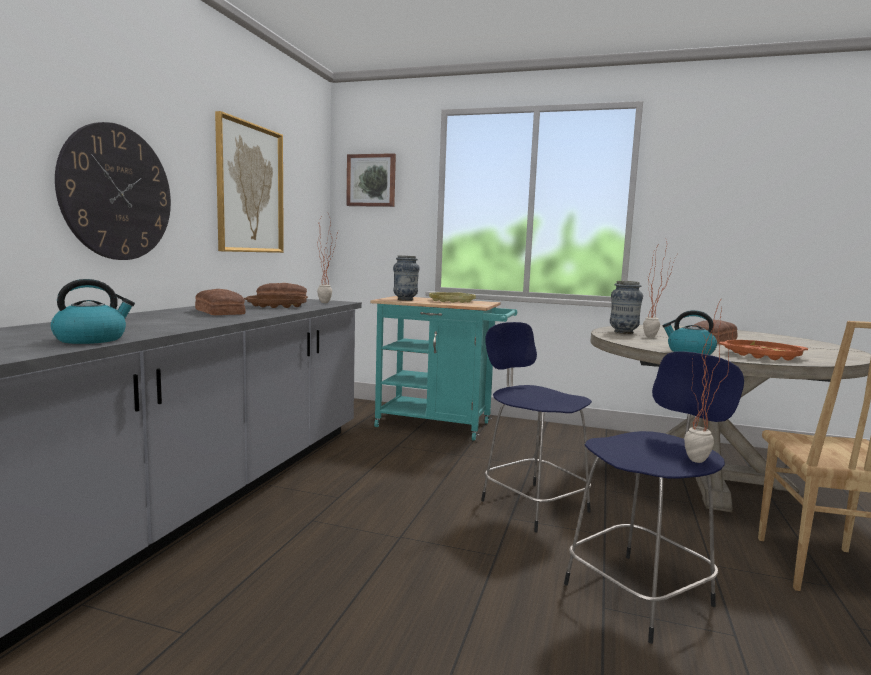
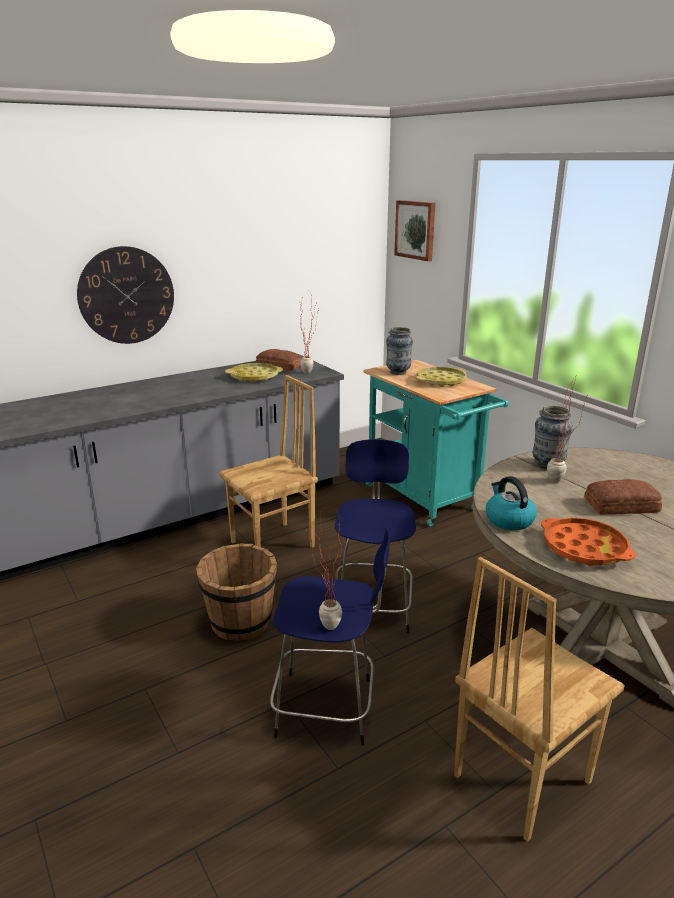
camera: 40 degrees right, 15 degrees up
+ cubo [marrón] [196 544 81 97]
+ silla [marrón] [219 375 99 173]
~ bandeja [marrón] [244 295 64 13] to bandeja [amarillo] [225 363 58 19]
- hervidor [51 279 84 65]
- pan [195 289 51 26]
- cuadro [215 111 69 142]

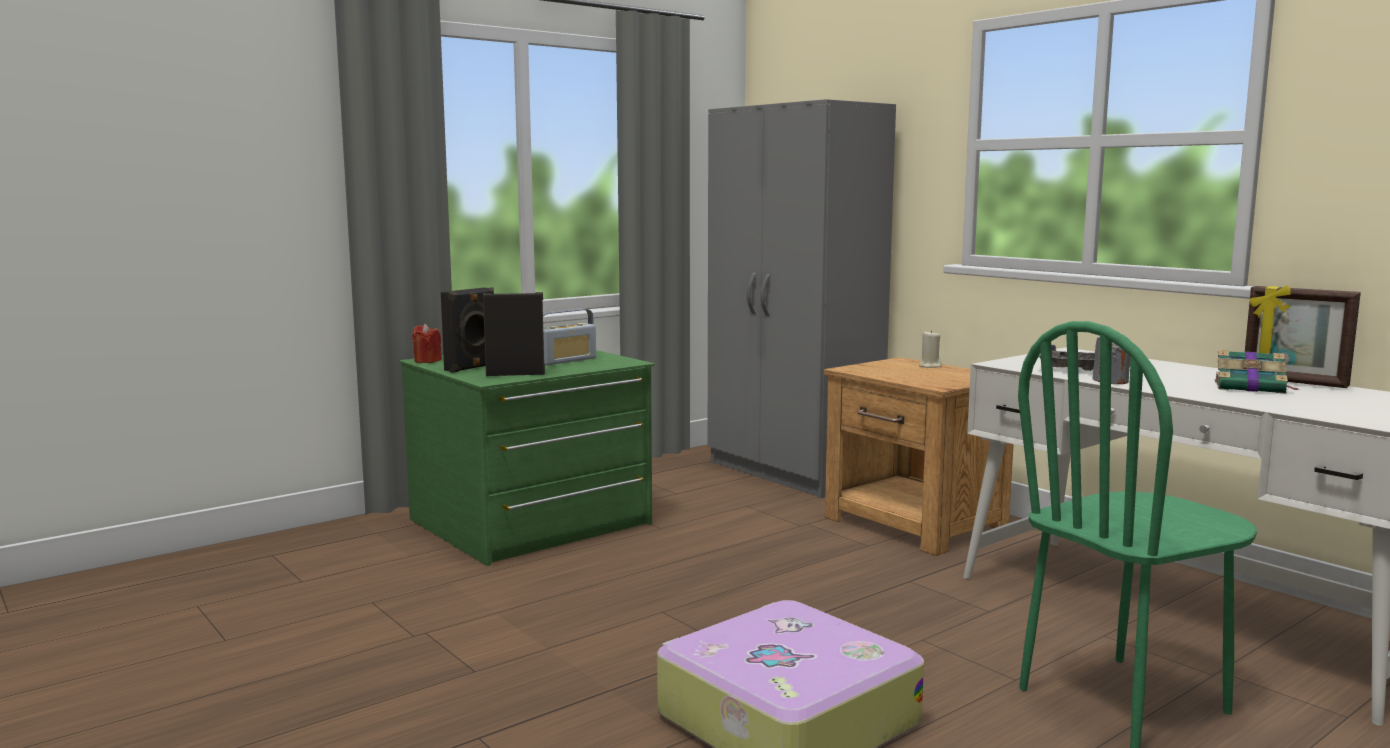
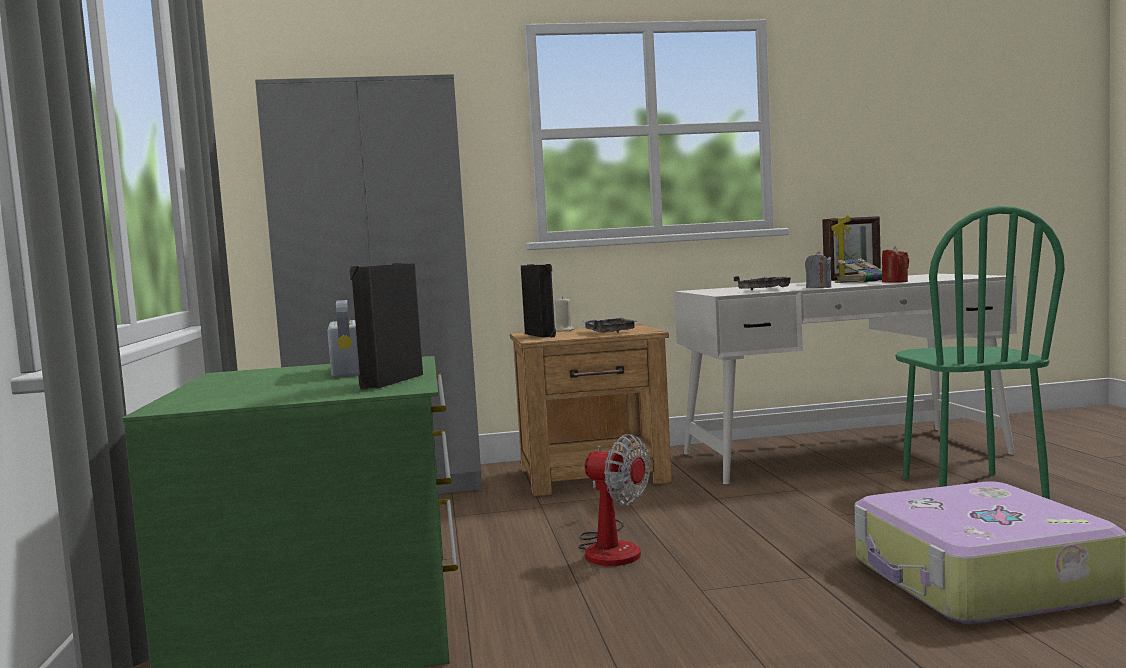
camera: 60 degrees left, 5 degrees down
~ altavoz [negro] [441 287 53 86] to [521 264 35 74]
+ ventilador [578 434 72 132]
+ bandeja [gris] [583 318 55 15]
~ vela [rojo] [412 324 30 39] to [882 247 27 36]

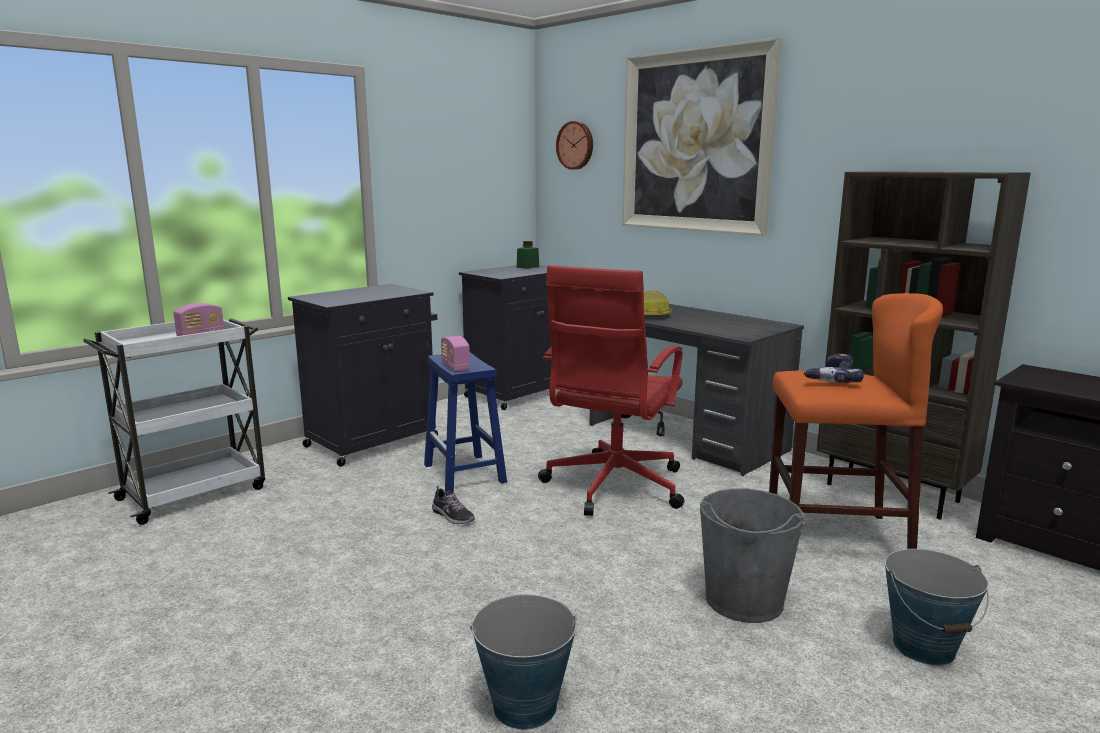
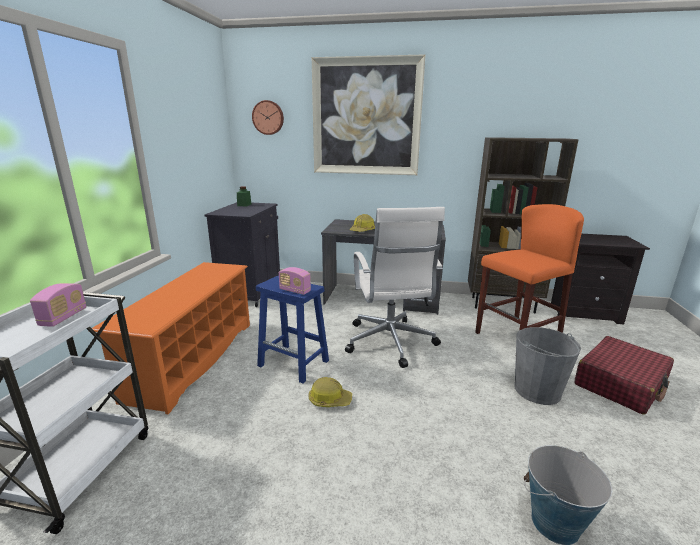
camera: 35 degrees left, 5 degrees up
~ armario [negro] [288 284 150 183] to zapatero [naranja] [92 262 158 152]
~ zapato [432 486 43 38] to casco [308 377 44 30]
~ silla de oficina [rojo] [538 265 146 251] to silla de oficina [blanco] [345 207 100 161]
~ cubo [885 549 104 117] to maleta [rojo] [574 336 100 79]
- taladro [804 354 60 29]

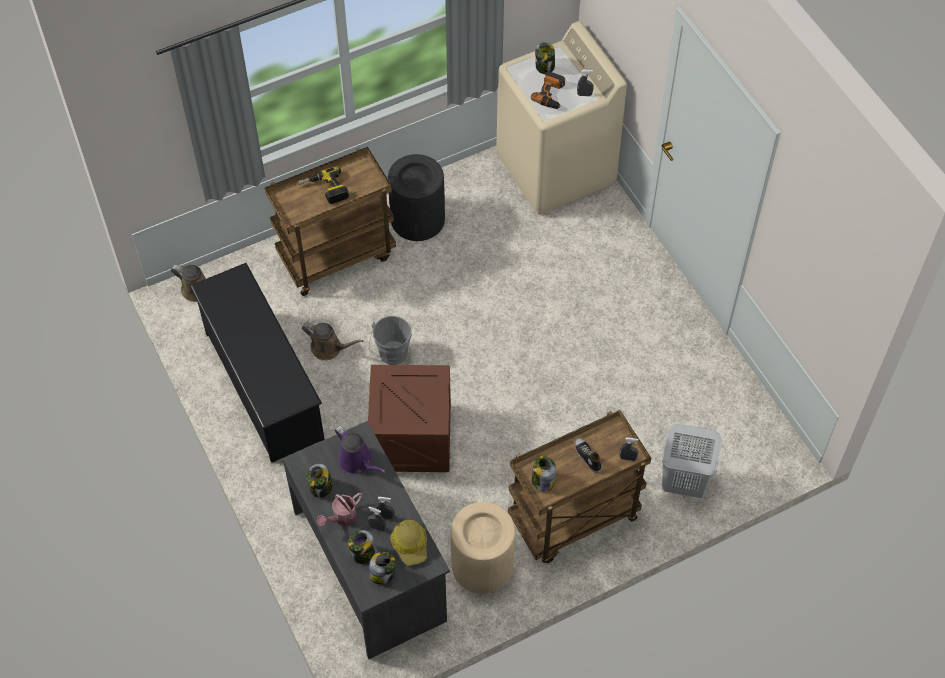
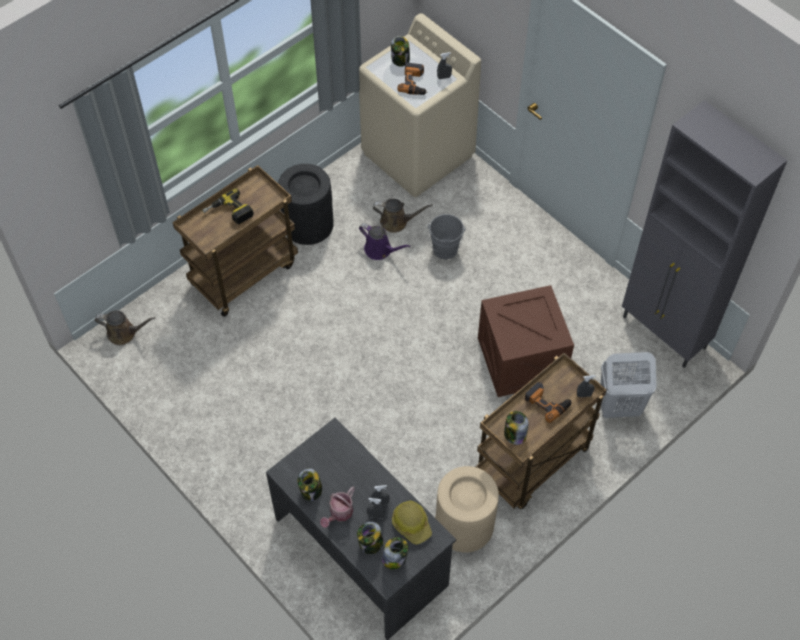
camera: 15 degrees left, 0 degrees up
~ regadera [morado] [335 426 50 49] to [359 223 52 37]
~ regadera [marrón] [302 323 61 37] to [373 199 60 34]
~ cubo [gris] [369 316 43 49] to [428 214 37 46]
~ caja de embalaje [368 365 83 107] to [478 285 96 112]
~ zapato [575 438 26 35] to taladro [525 382 47 41]
+ armario [gris] [622 100 166 268]
- zapatero [negro] [190 263 135 200]

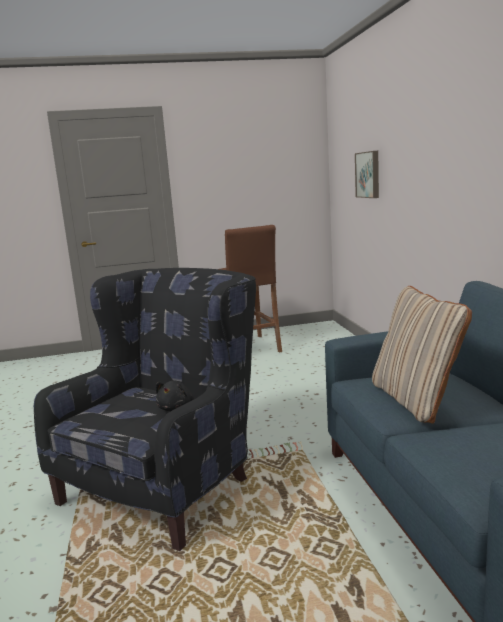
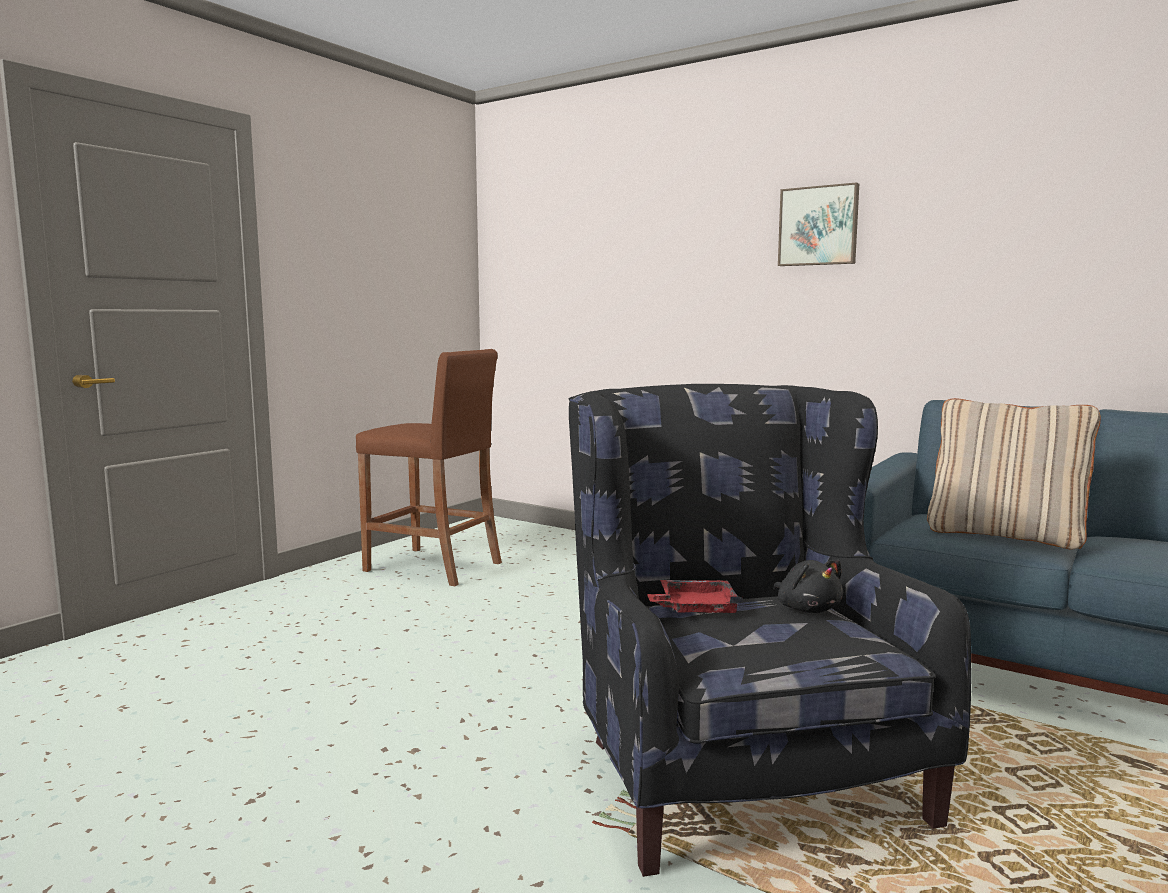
camera: 45 degrees left, 5 degrees down
+ bandeja [rojo] [647 580 96 33]
~ cuadro [355 151 24 47] to [778 182 81 84]

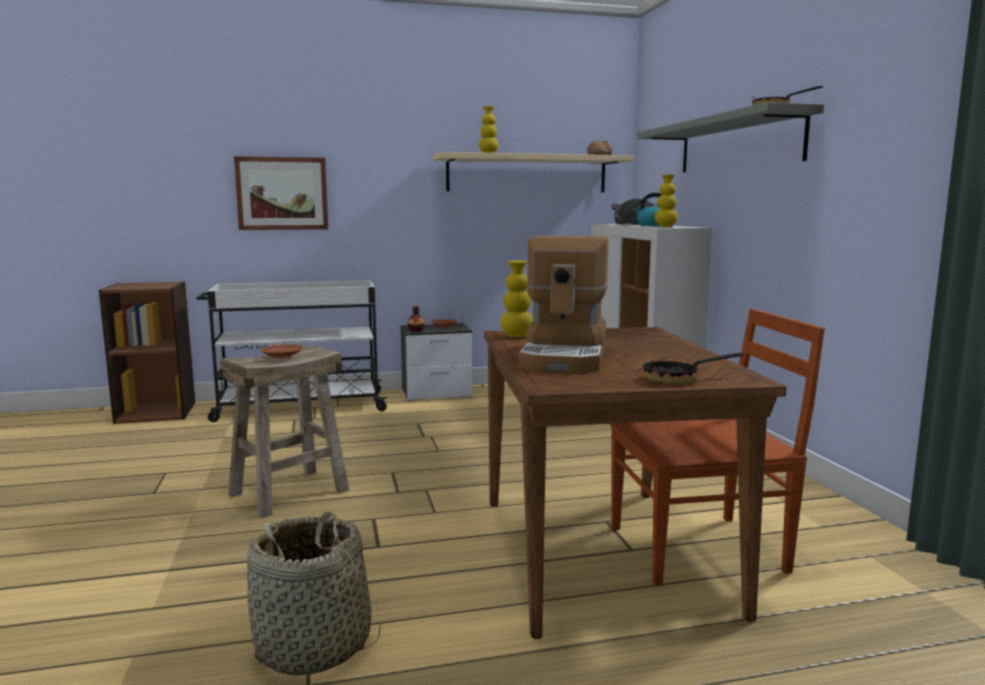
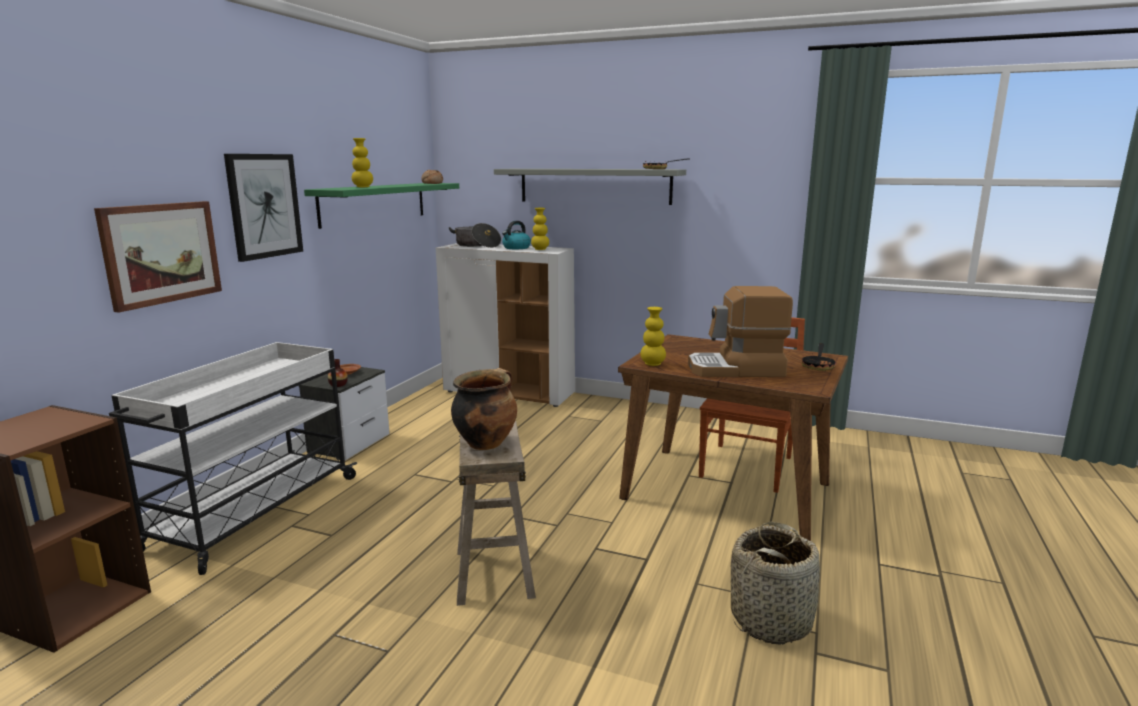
camera: 55 degrees left, 5 degrees up
+ cuadro [224 154 79 108]
~ estante [beis] [433 152 201 40] to estante [verde] [304 183 155 46]
~ plato [marrón] [261 344 42 14] to olla [451 368 66 82]
~ cafetera [519 236 90 137] = [688 286 105 91] 135 degrees clockwise

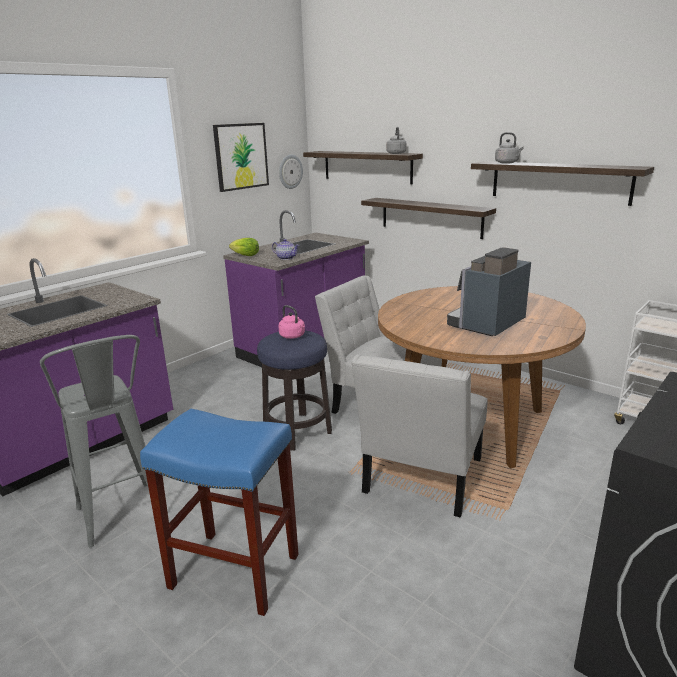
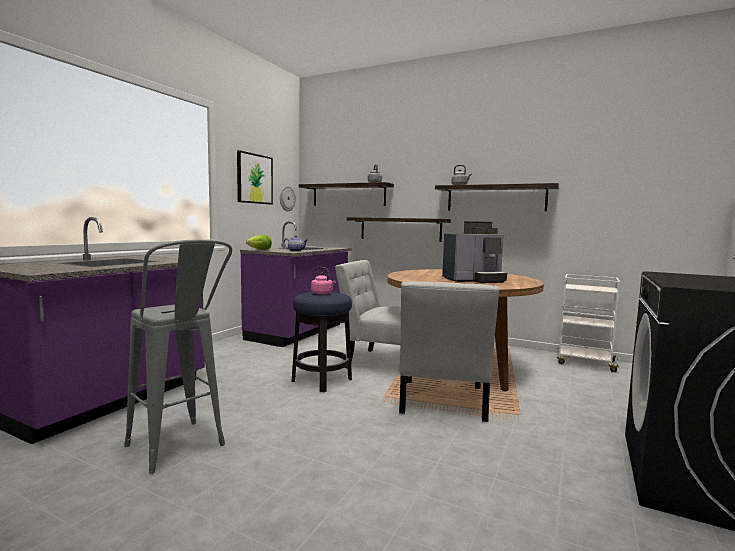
camera: 15 degrees left, 15 degrees down
~ cafetera [447 247 84 89] = [442 221 65 62] 135 degrees counterclockwise
- taburete [azul] [140 409 159 207]

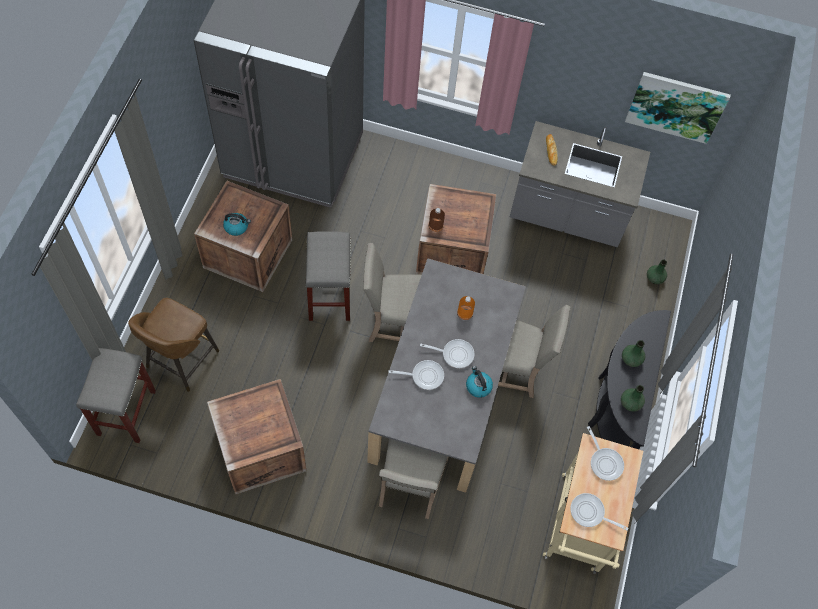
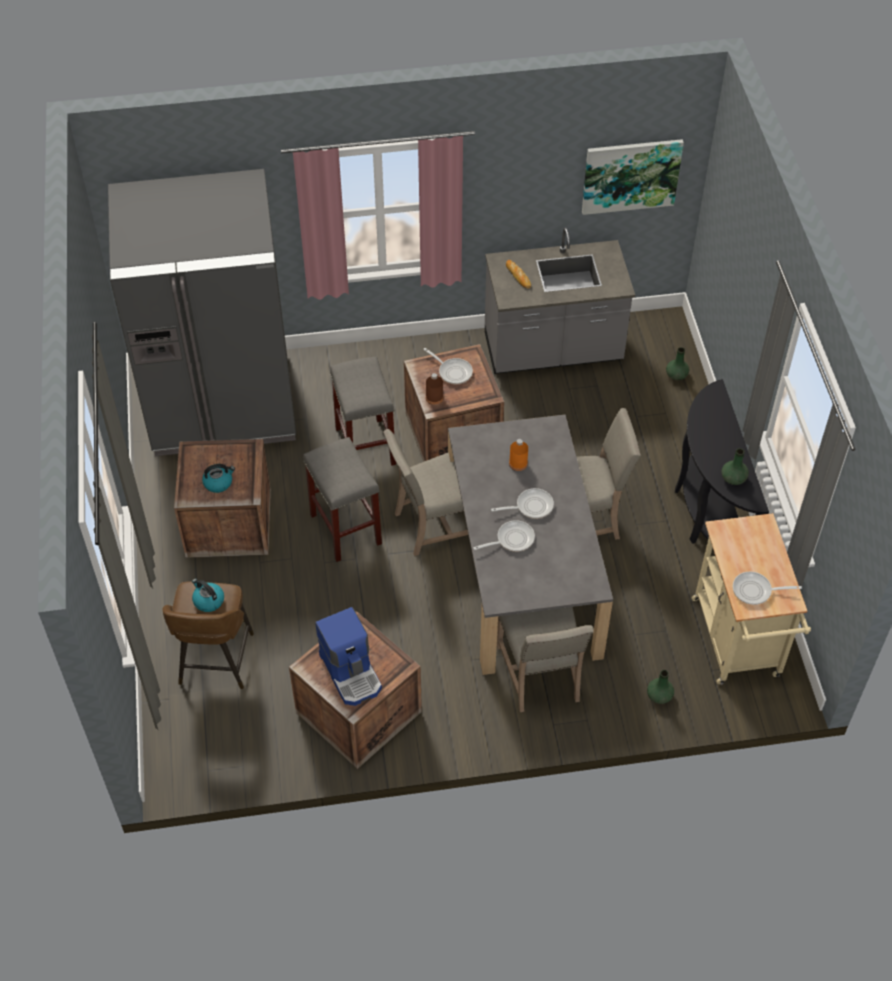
camera: 20 degrees left, 10 degrees down
~ hervidor [466 366 27 32] to [192 579 32 33]
+ cafetera [315 607 67 99]
~ taburete [gris] [76 348 80 95] to [330 356 66 110]
~ sartén [587 426 37 55] to [423 348 50 36]
~ florero [verde] [622 340 23 27] to [647 670 27 34]

